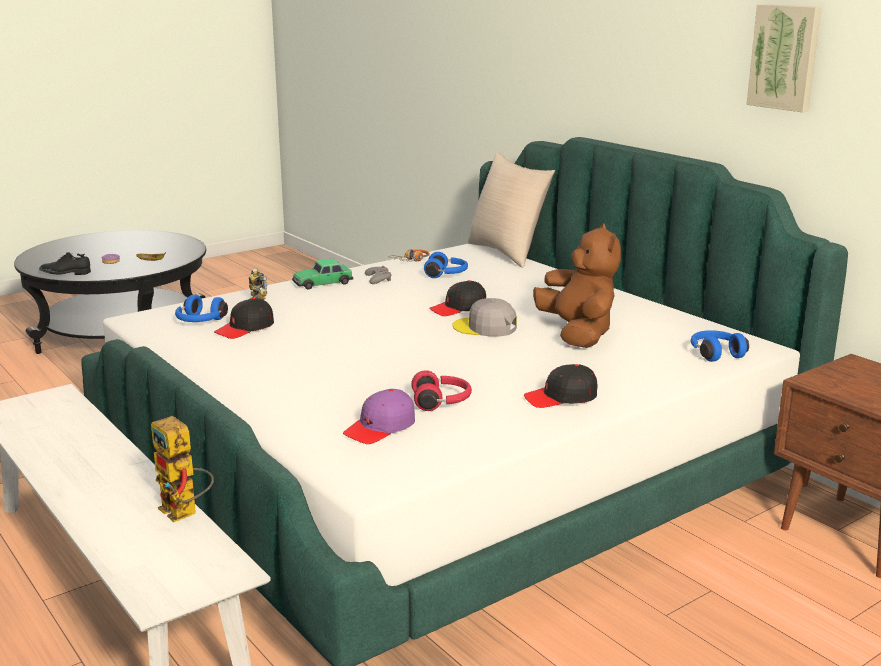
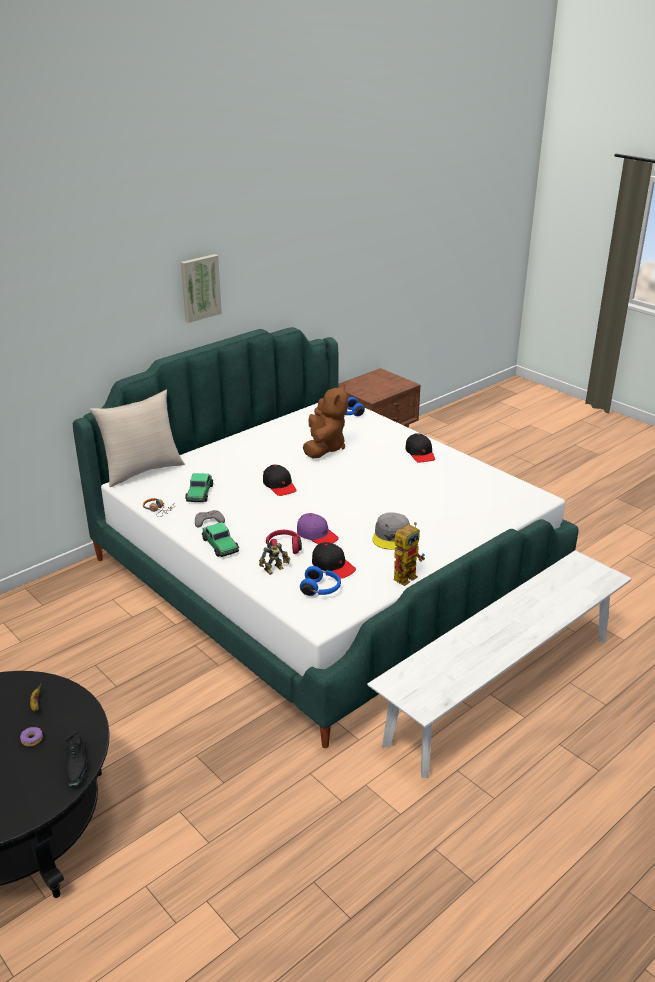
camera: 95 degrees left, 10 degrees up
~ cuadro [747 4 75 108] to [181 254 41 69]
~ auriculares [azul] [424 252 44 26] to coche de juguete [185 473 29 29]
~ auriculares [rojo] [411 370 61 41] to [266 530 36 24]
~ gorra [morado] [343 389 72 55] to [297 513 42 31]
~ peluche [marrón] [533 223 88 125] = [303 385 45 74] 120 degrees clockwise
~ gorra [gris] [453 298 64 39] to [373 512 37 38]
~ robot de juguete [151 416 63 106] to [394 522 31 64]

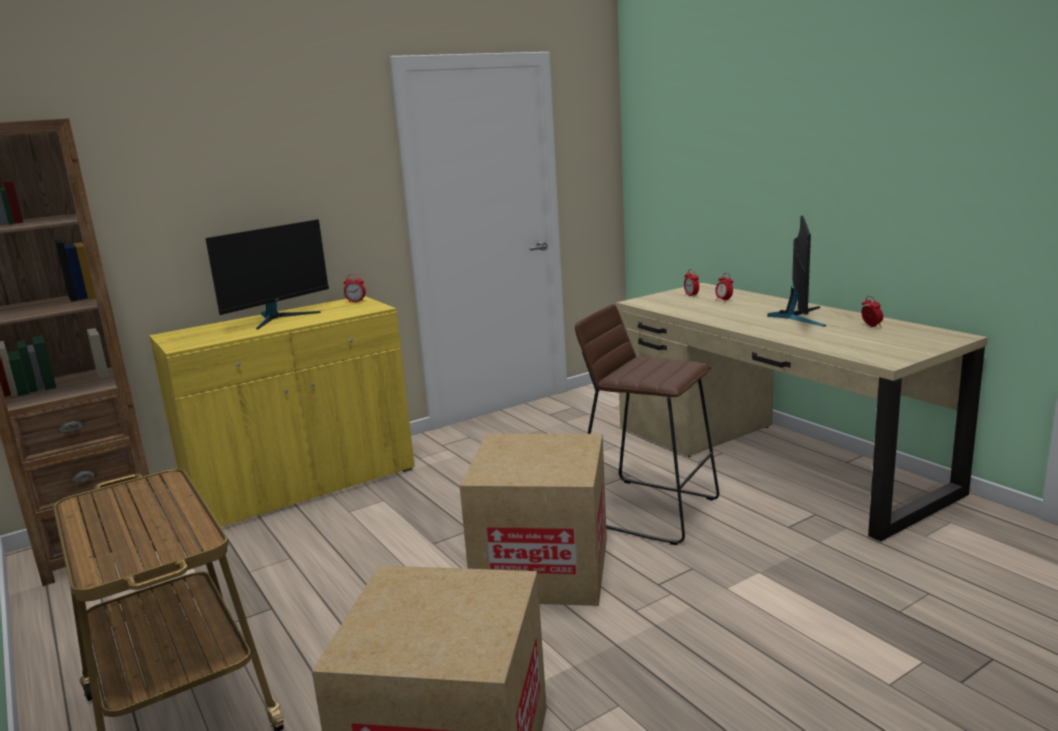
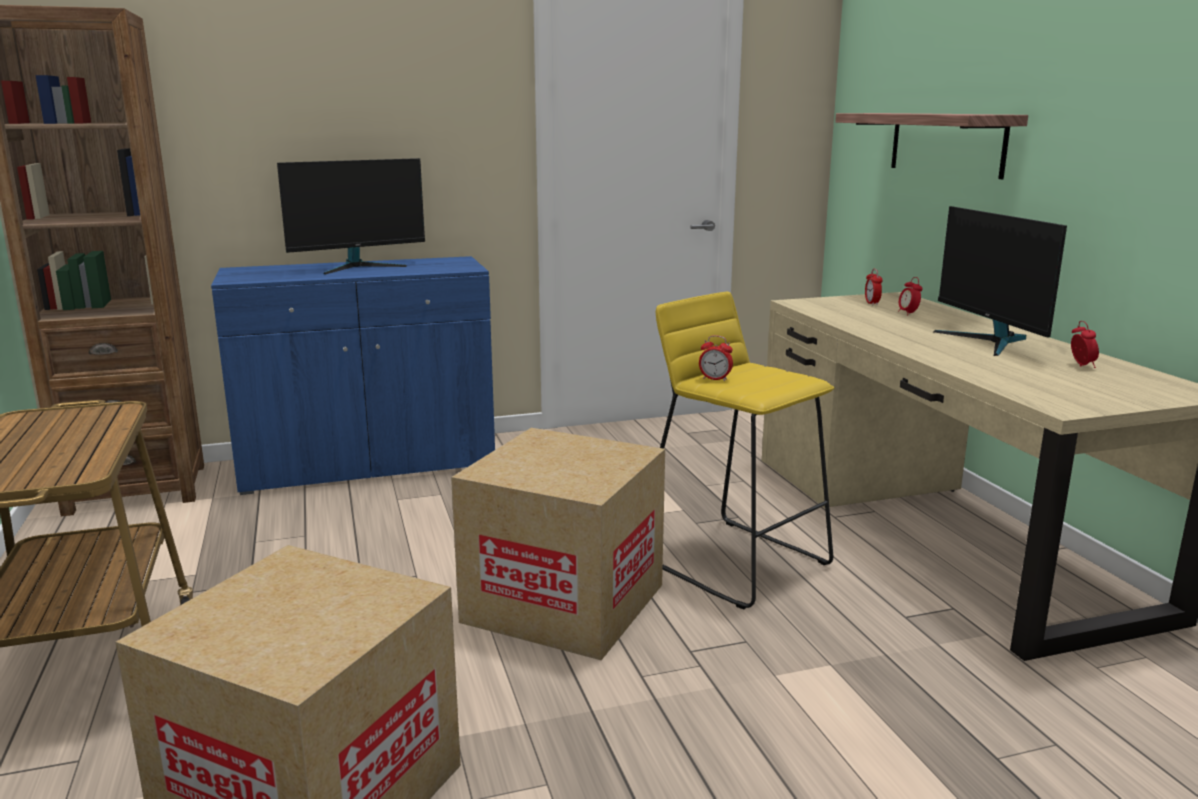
camera: 15 degrees right, 0 degrees up
~ armario [amarillo] [149 296 266 231] to armario [azul] [211 256 284 239]
~ taburete [marrón] [575 304 144 241] to taburete [amarillo] [655 292 179 317]
~ despertador [344 274 22 28] to [699 335 34 46]
+ estante [835 113 193 66]
~ monitor [767 216 59 110] = [934 206 133 150] 135 degrees clockwise

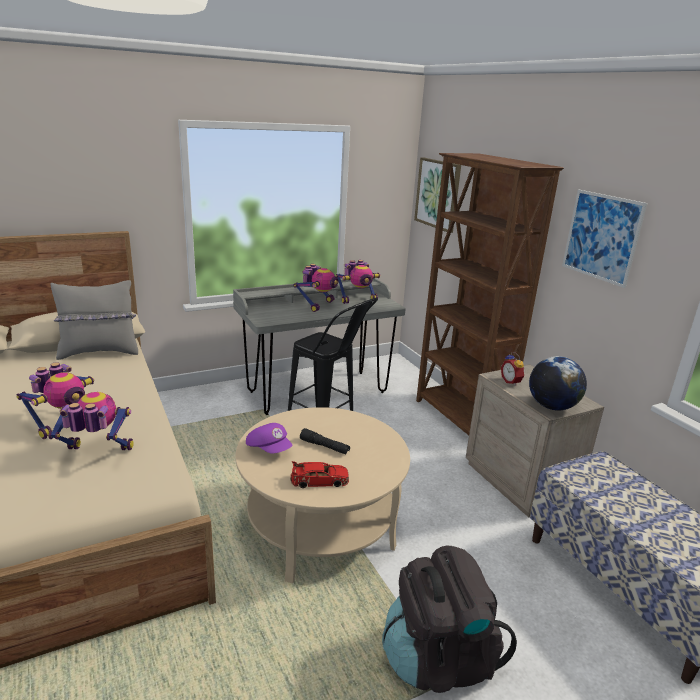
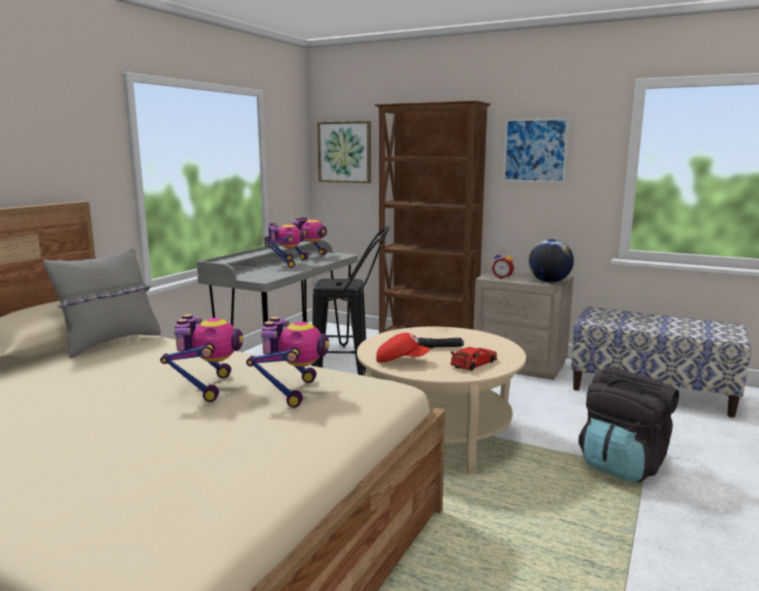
camera: 35 degrees left, 10 degrees down
~ robot de juguete [48 392 86 58] = [246 316 84 92] 135 degrees clockwise
~ gorra [morado] [246 423 46 31] to gorra [rojo] [376 333 54 29]

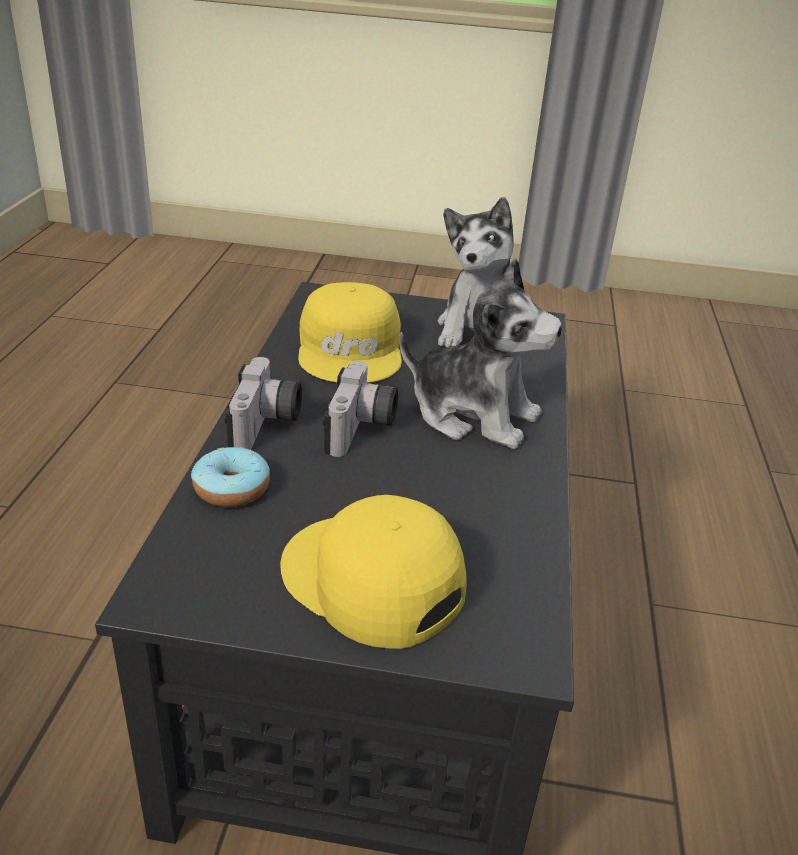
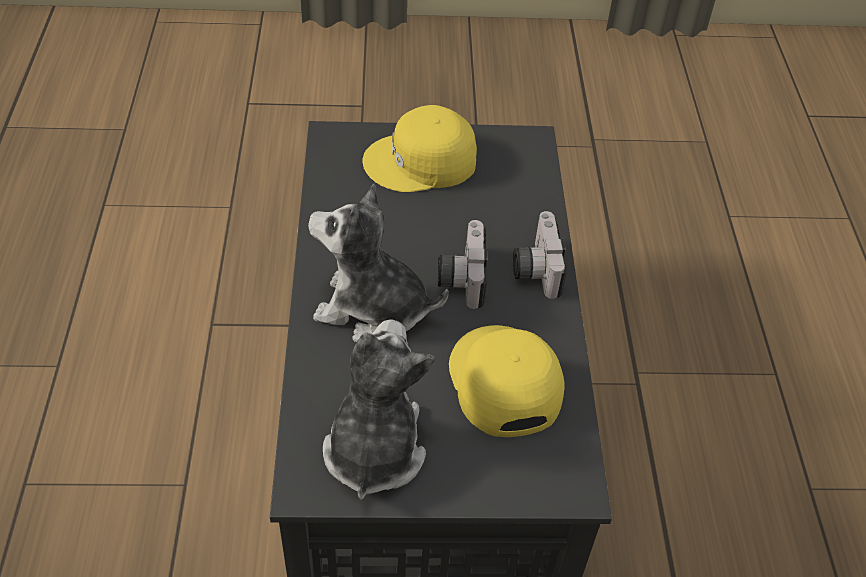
camera: 170 degrees right, 15 degrees up
~ gorra [amarillo] [280 495 186 154] = [363 105 114 87] 135 degrees clockwise
- rosquilla [191 447 79 60]

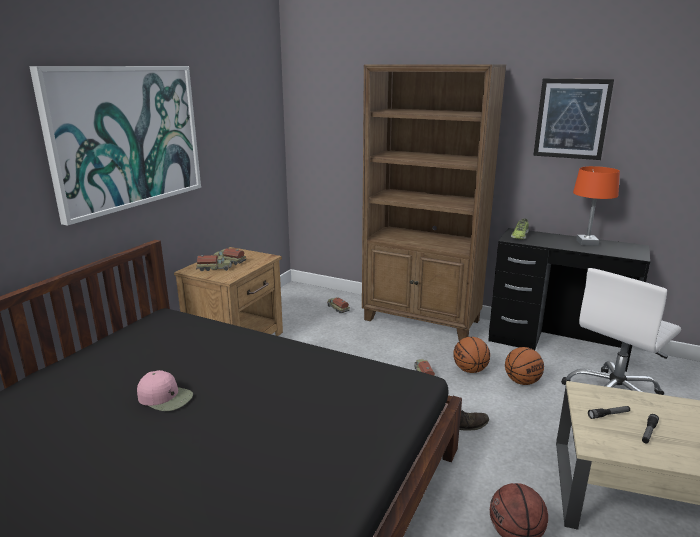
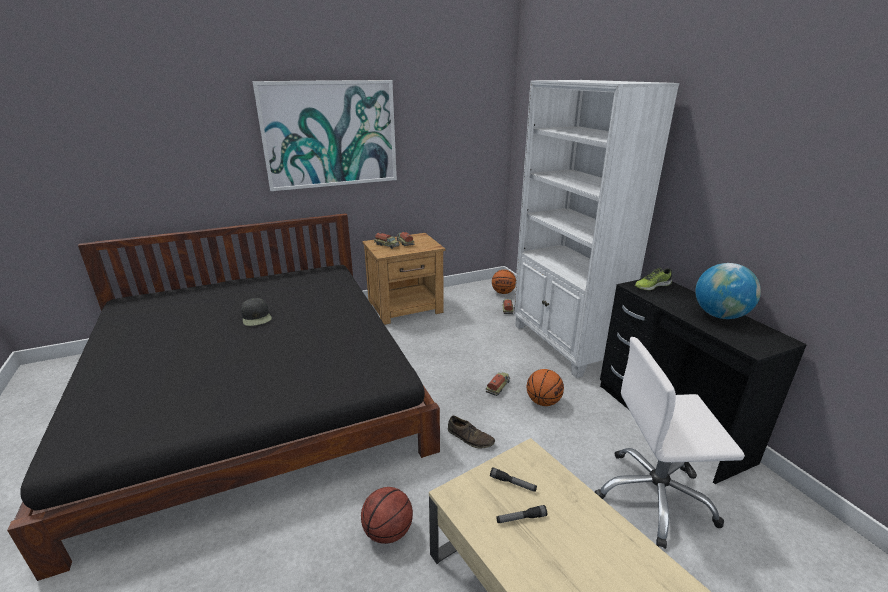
camera: 40 degrees right, 5 degrees up
~ gorra [rosa] [137 370 56 41] to gorra [negro] [241 298 31 28]
~ balón de baloncesto [505 347 39 38] to [492 270 24 24]
~ estantería [marrón] [362 64 144 277] to estantería [blanco] [513 80 166 298]
~ lámpara de mesa [naranja] [573 166 47 80] to globo terráqueo [695 263 66 56]
- cuadro [533 78 81 82]

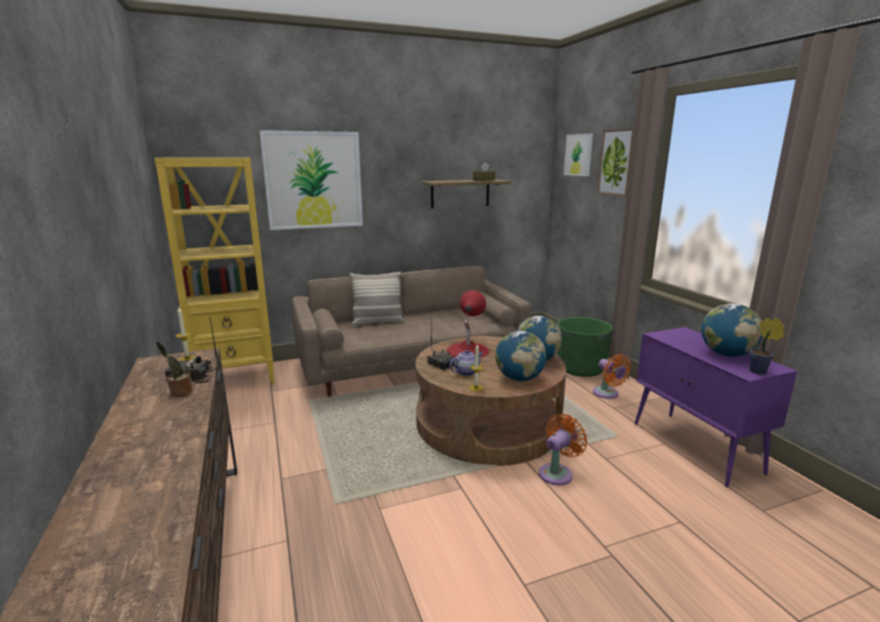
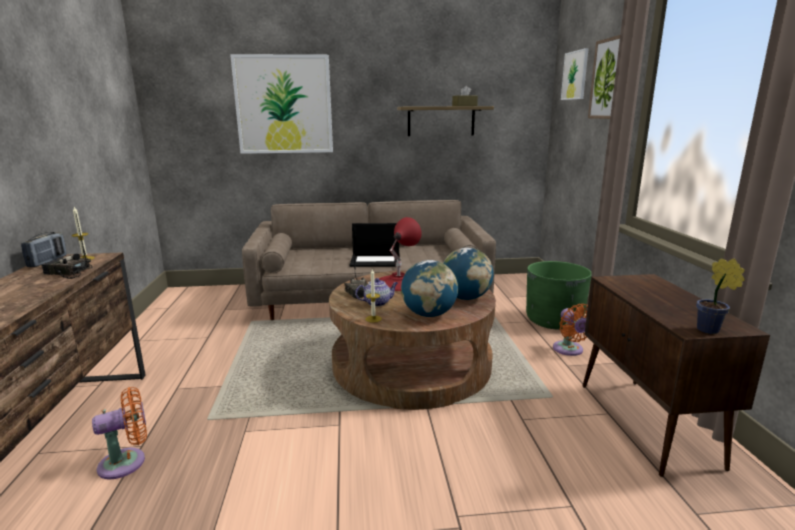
camera: 15 degrees right, 0 degrees up
+ radio [21 232 46 35]
~ ventilador [naranja] [539 414 49 72] to [92 387 55 93]
+ portátil [350 223 50 44]
~ armario [morado] [635 327 162 160] to armario [marrón] [583 274 187 203]
- estantería [amarillo] [155 157 120 228]
- planta en maceta [156 341 37 56]
- cojín [350 272 54 54]
- globo terráqueo [701 303 61 54]

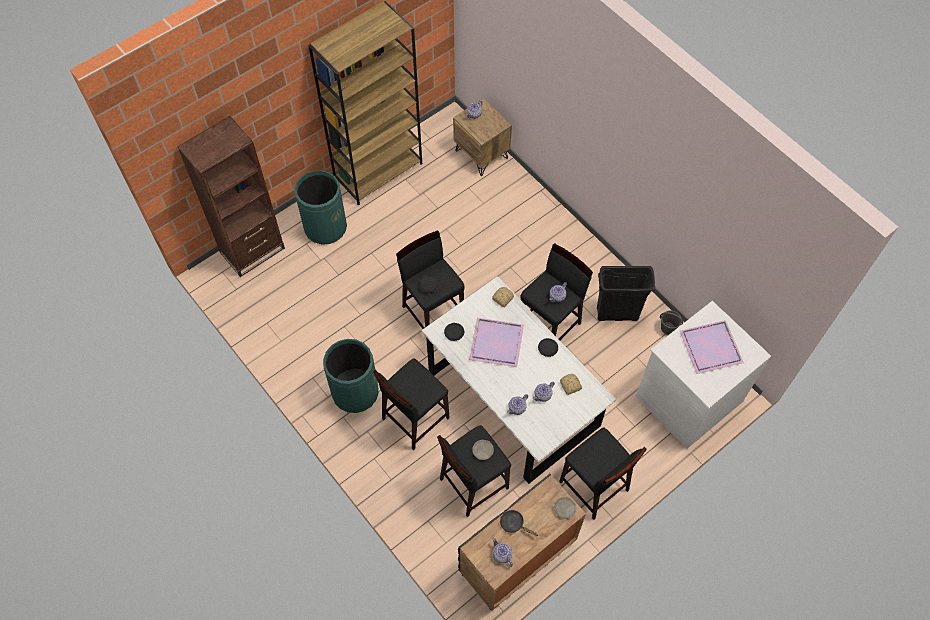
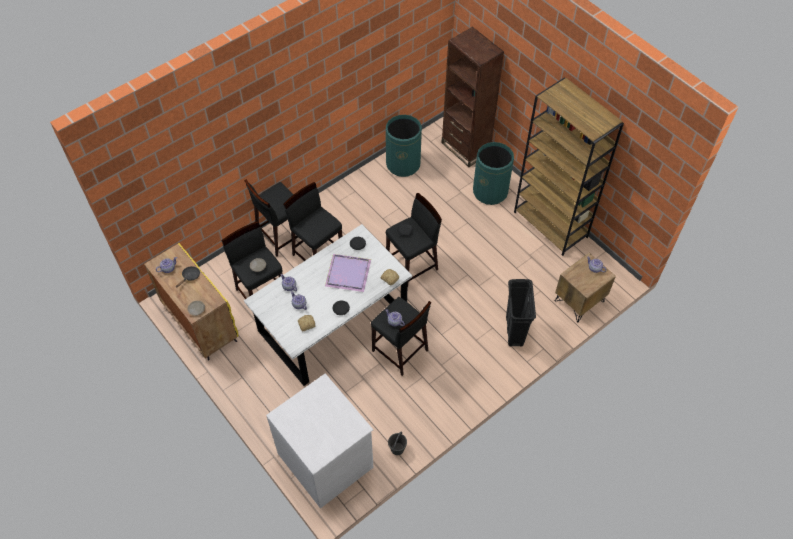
camera: 90 degrees right, 5 degrees down
~ armario [negro] [458 473 128 138] to armario [amarillo] [144 243 94 117]
~ taburete [negro] [559 427 88 93] to [245 179 53 78]
~ papelera [verde] [323 339 56 74] to [386 115 36 62]
~ papelera [negro] [597 266 58 55] to [506 279 30 68]
- bandeja [morado] [680 320 64 54]

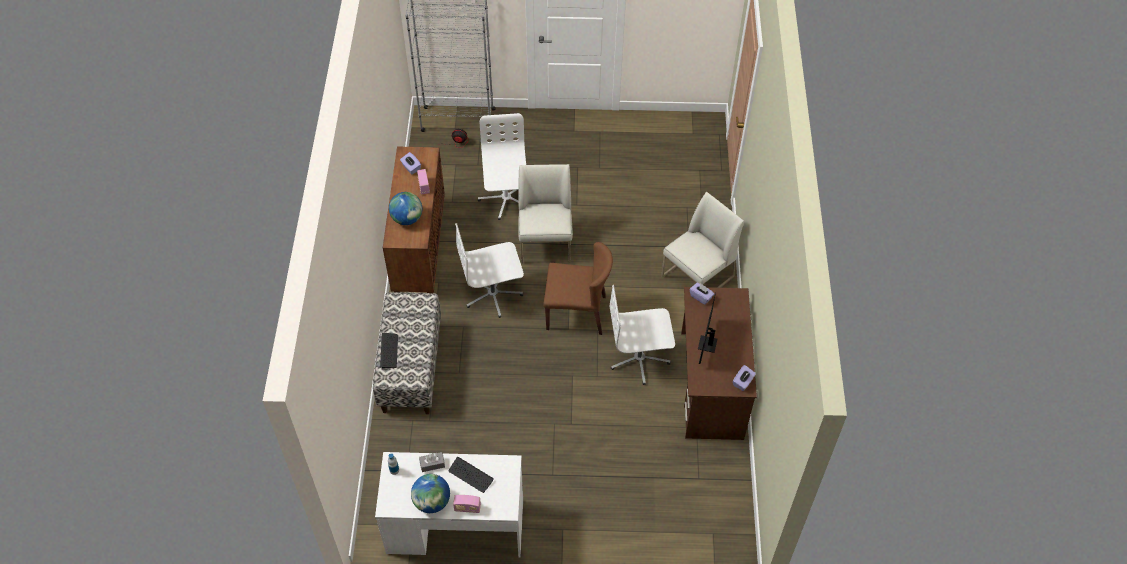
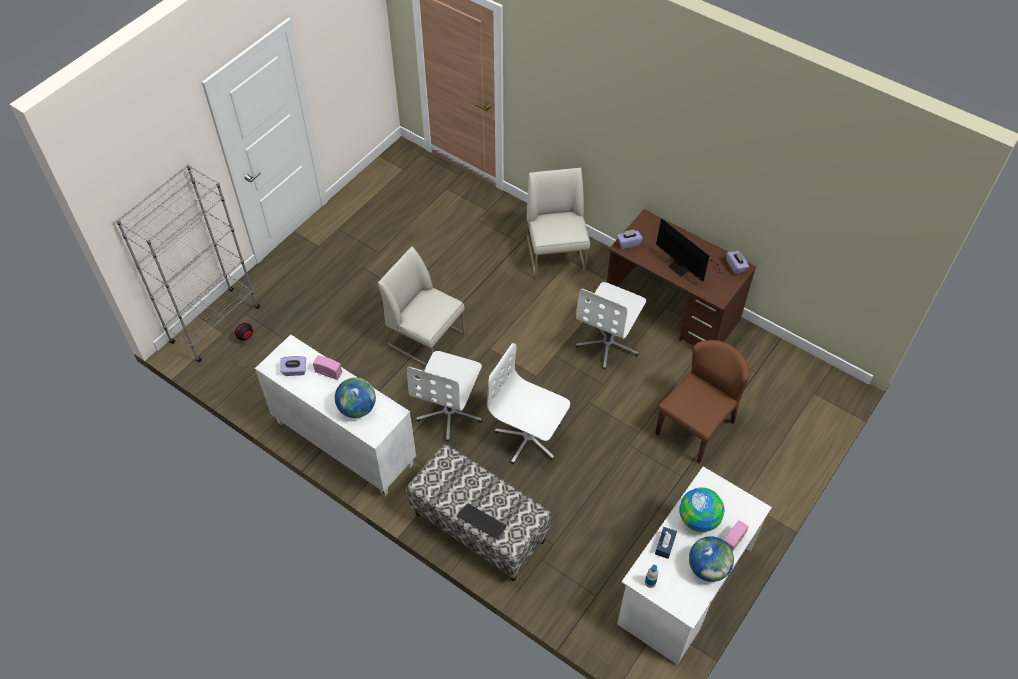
camera: 55 degrees left, 0 degrees up
~ armario [marrón] [383 147 62 146] to armario [blanco] [255 334 161 162]
~ silla de oficina [blanco] [478 113 48 107] to [487 343 83 121]
~ silla [marrón] [543 242 70 93] to [655 340 95 124]
~ caja de pañuelos [gris] [419 452 26 20] to caja de pañuelos [azul] [655 527 22 32]
~ teclado [448 457 46 36] to globo terráqueo [679 487 45 45]

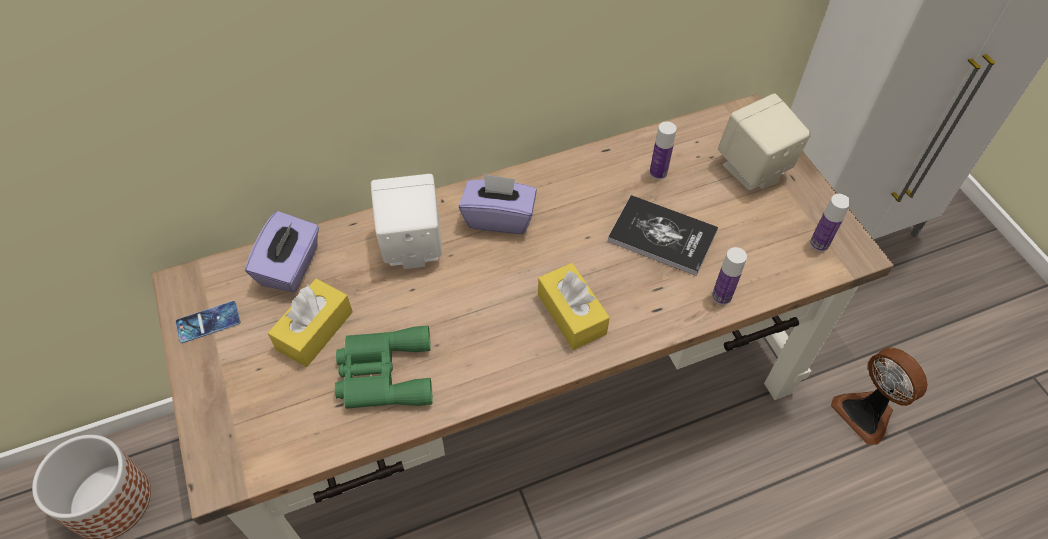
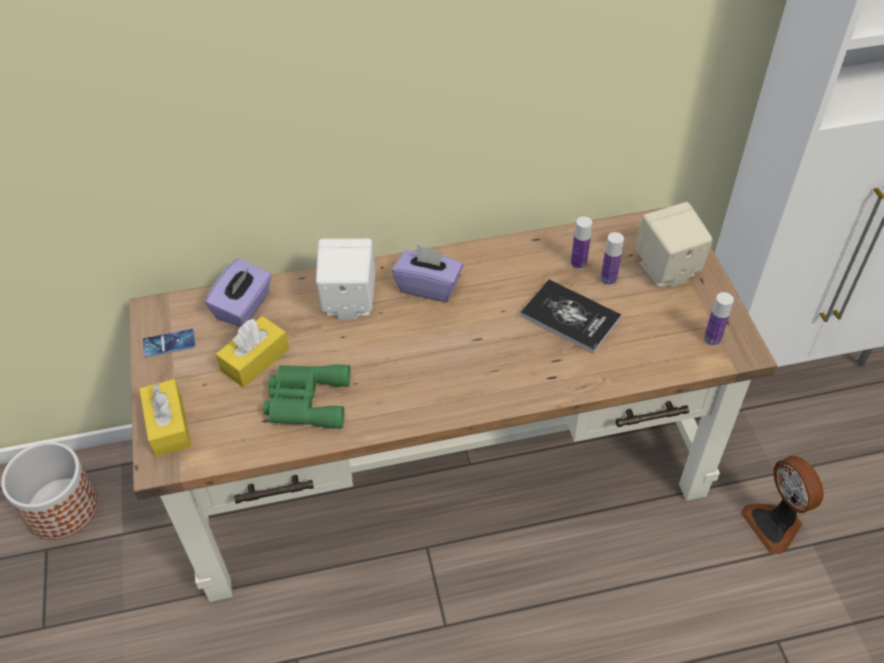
camera: 10 degrees right, 5 degrees down
~ caja de pañuelos [amarillo] [538 263 72 87] to [139 379 53 78]
~ botella [712 247 35 58] to [601 232 23 53]

